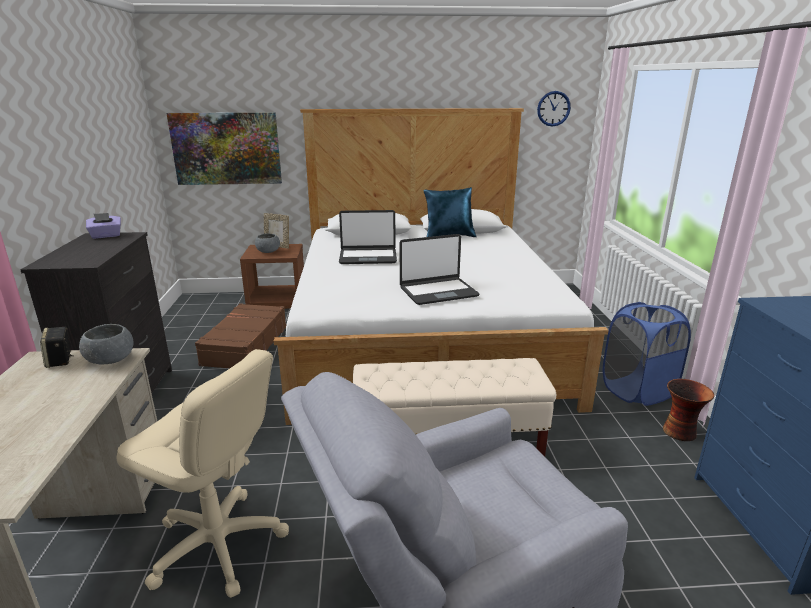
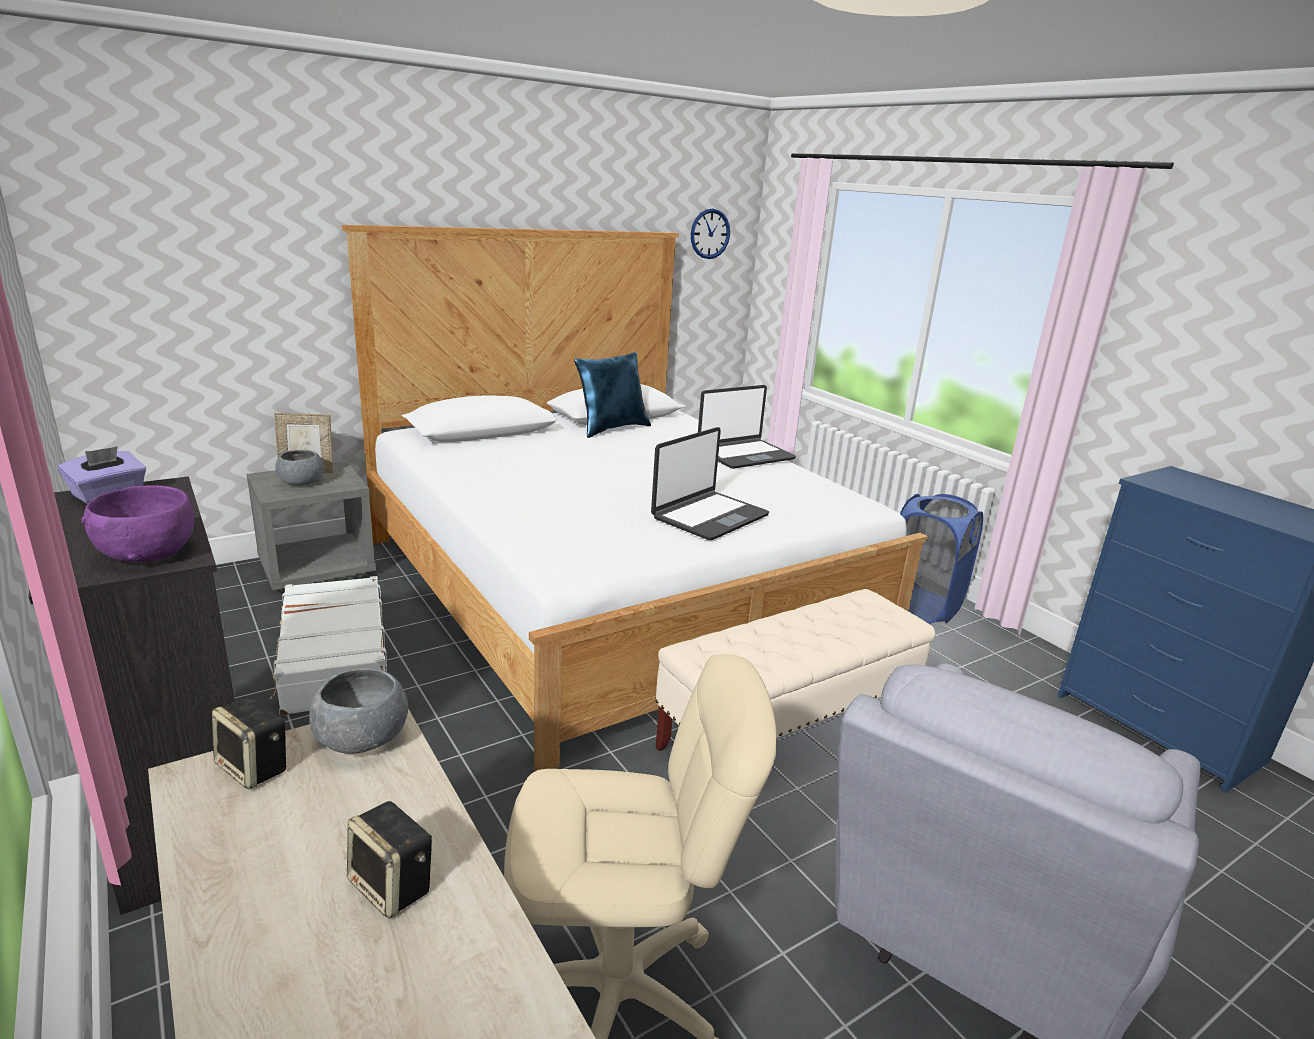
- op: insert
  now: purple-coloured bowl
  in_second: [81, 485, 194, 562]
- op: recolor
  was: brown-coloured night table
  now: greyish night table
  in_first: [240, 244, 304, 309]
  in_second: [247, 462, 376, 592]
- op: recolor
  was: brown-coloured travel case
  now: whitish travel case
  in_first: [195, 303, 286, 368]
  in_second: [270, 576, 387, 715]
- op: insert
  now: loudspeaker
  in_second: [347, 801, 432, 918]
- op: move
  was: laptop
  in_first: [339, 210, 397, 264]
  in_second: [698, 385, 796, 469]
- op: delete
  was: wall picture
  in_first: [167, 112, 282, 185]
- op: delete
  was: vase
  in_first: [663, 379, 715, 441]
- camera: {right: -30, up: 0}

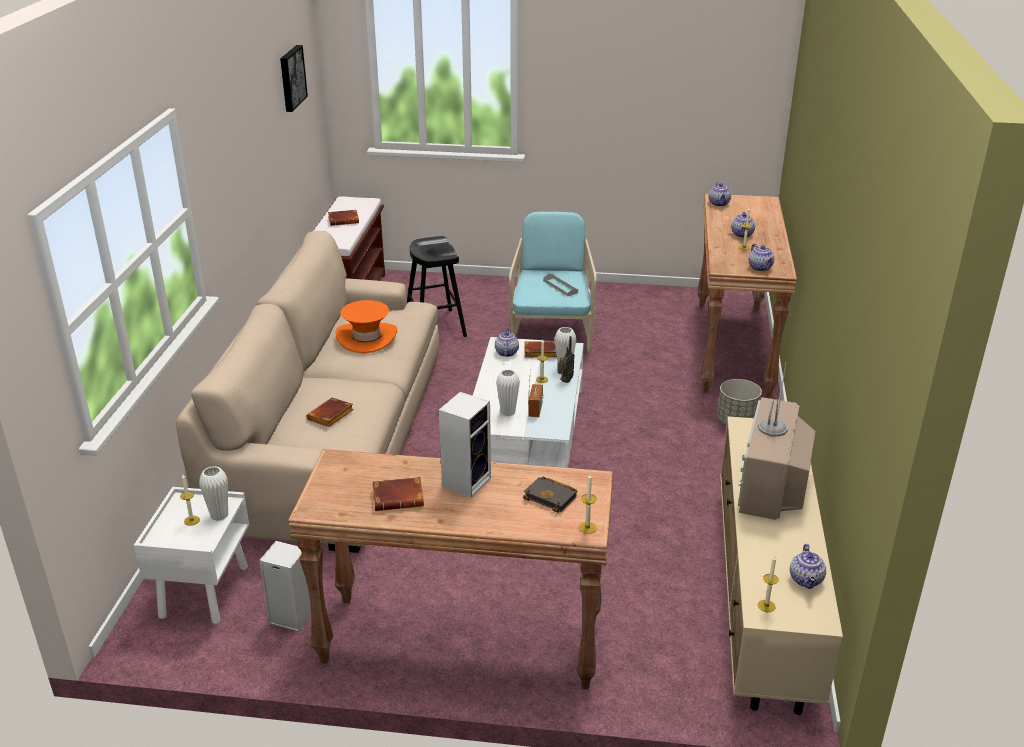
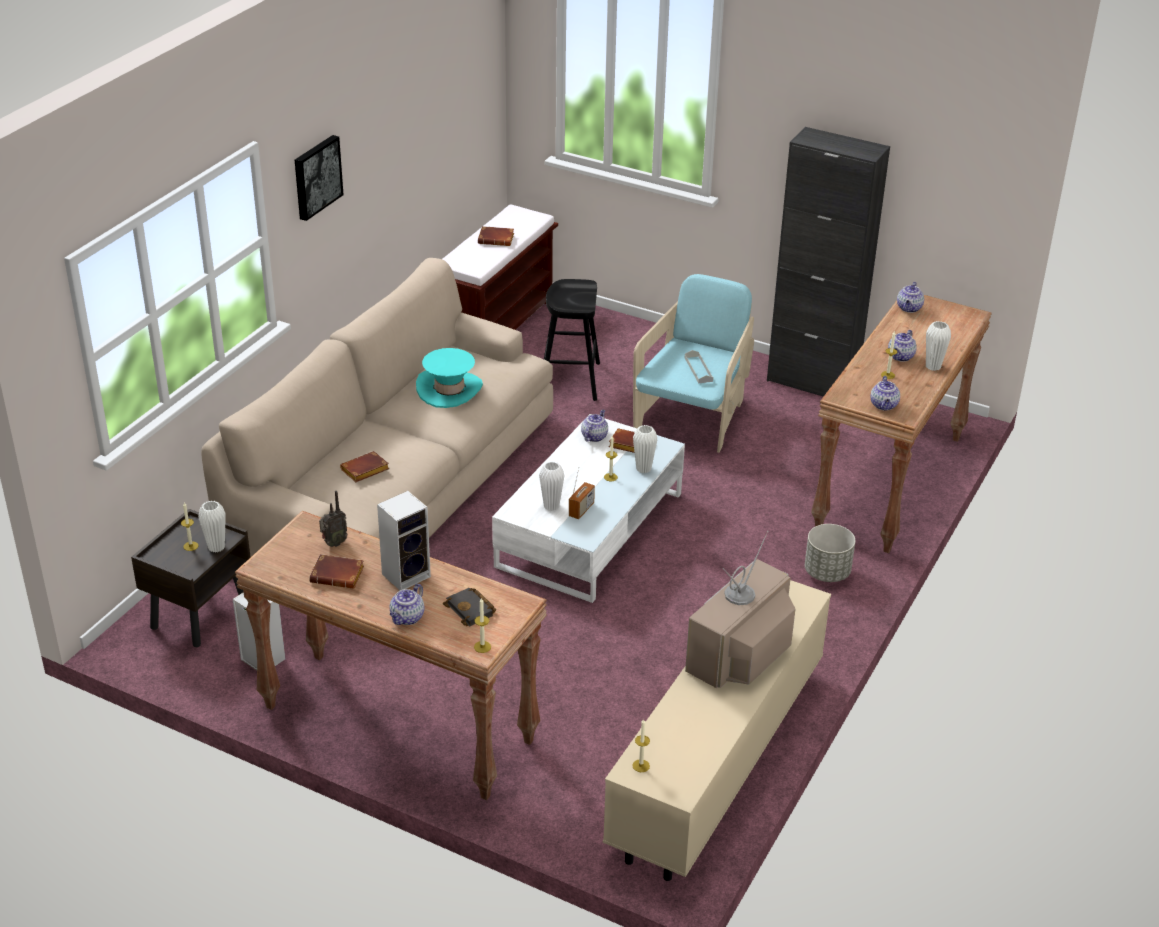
- op: recolor
  was: whitish night table
  now: brown-coloured night table
  in_first: [134, 487, 249, 624]
  in_second: [131, 509, 251, 647]
- op: move
  was: wall picture
  in_first: [280, 45, 308, 112]
  in_second: [295, 135, 344, 221]
- op: move
  was: radio
  in_first: [557, 336, 574, 383]
  in_second: [319, 491, 348, 547]
- op: move
  was: tea pot
  in_first: [790, 544, 826, 589]
  in_second: [390, 584, 425, 625]
- op: recolor
  was: orangey clothing hat
  now: blue-green clothing hat
  in_first: [335, 300, 397, 354]
  in_second: [416, 348, 483, 408]
- op: insert
  now: blackish storage cabinet
  in_second: [767, 127, 890, 397]
- op: insert
  now: whitish vase
  in_second: [926, 321, 951, 371]
- camera: {right: 20, up: 5}

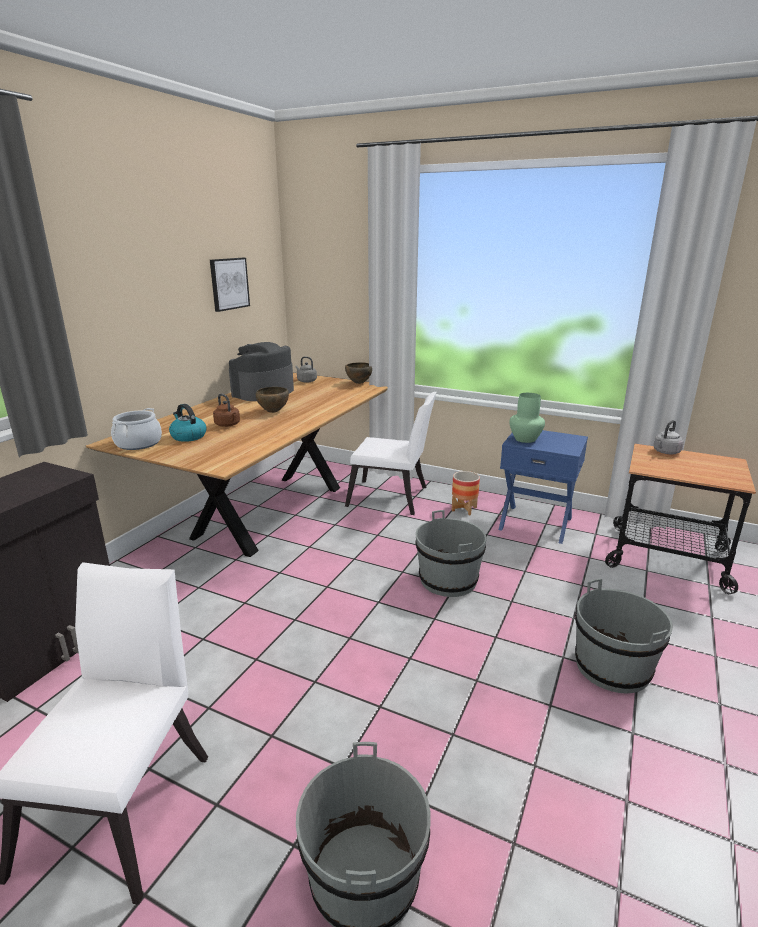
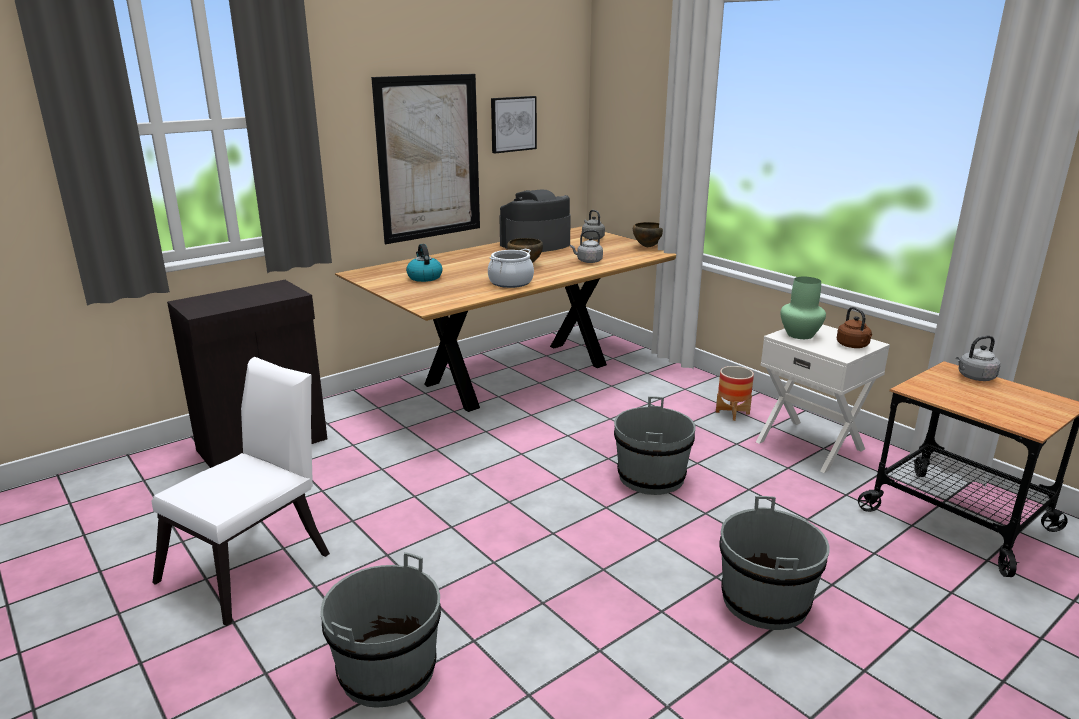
- op: insert
  now: wall picture
  in_second: [371, 74, 480, 244]
- op: move
  was: cooking pot
  in_first: [111, 408, 162, 450]
  in_second: [488, 249, 534, 288]
- op: insert
  now: greyish kettle
  in_second: [570, 230, 603, 263]
- op: recolor
  was: bluish night table
  now: whitish night table
  in_first: [499, 430, 588, 544]
  in_second: [756, 324, 890, 473]
- op: move
  was: brown-coloured kettle
  in_first: [213, 393, 240, 427]
  in_second: [836, 307, 872, 348]
- op: delete
  was: whitish upright chair
  in_first: [345, 392, 437, 515]
- camera: {right: 25, up: 0}

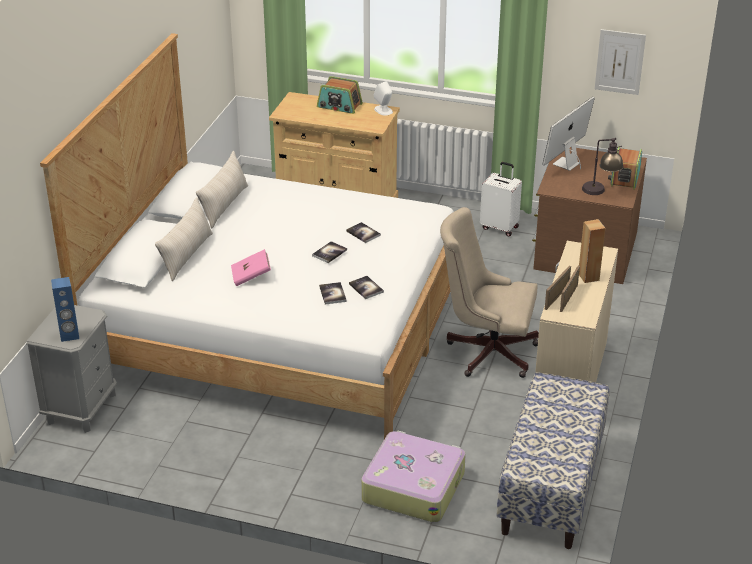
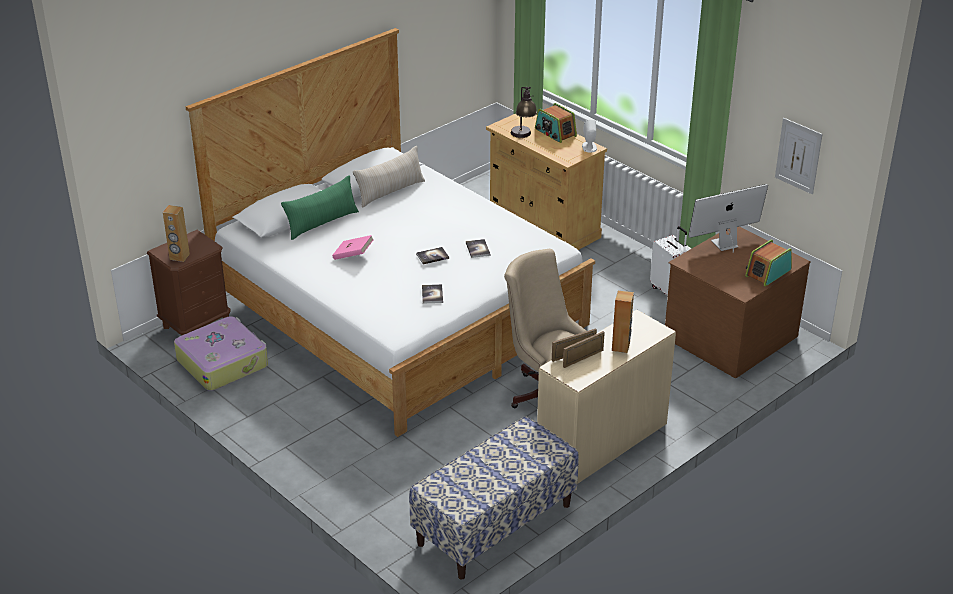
- op: recolor
  was: greyish night table
  now: brown-coloured night table
  in_first: [26, 305, 117, 433]
  in_second: [147, 230, 231, 336]
- op: recolor
  was: bluish loudspeaker
  now: brown-coloured loudspeaker
  in_first: [51, 277, 79, 342]
  in_second: [163, 205, 190, 262]
- op: move
  was: travel case
  in_first: [361, 430, 466, 523]
  in_second: [174, 316, 268, 391]
- op: recolor
  was: beige cushion
  now: green-coloured cushion
  in_first: [155, 197, 213, 281]
  in_second: [281, 175, 359, 240]
- op: move
  was: lamp for a table
  in_first: [582, 137, 623, 195]
  in_second: [511, 87, 537, 138]
- op: delete
  was: book
  in_first: [319, 282, 347, 305]
- camera: {right: 30, up: 0}

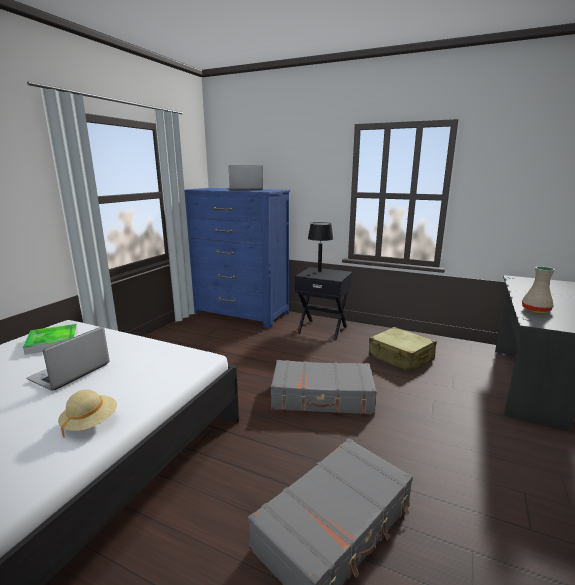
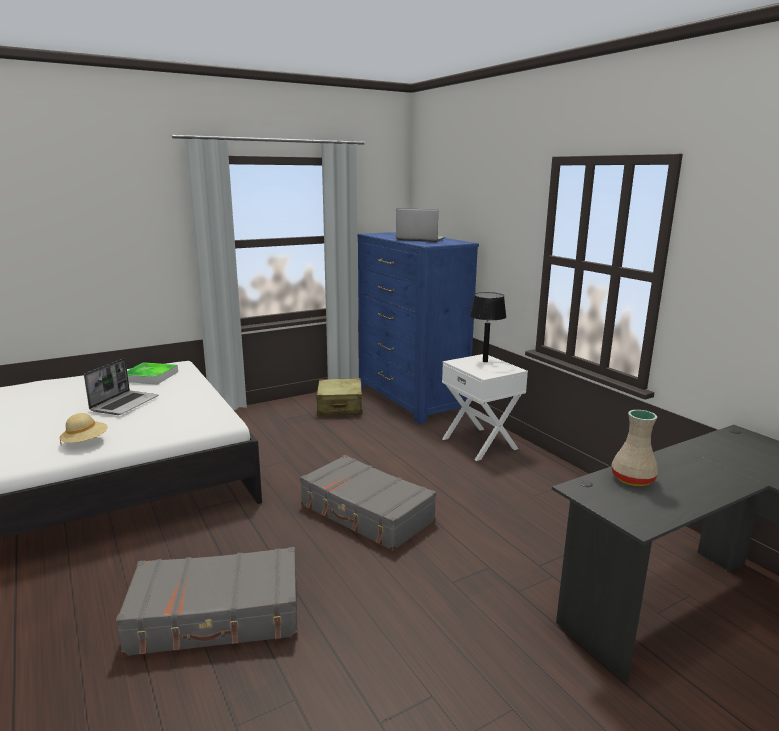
- op: rotate
  was: laptop
  in_first: [27, 326, 110, 391]
  in_second: [84, 358, 159, 415]
  clockwise: 135
- op: move
  was: beige travel case
  in_first: [369, 327, 437, 373]
  in_second: [316, 378, 363, 416]
- op: recolor
  was: blackish night table
  now: whitish night table
  in_first: [295, 267, 352, 340]
  in_second: [442, 354, 528, 461]
- camera: {right: 35, up: 0}

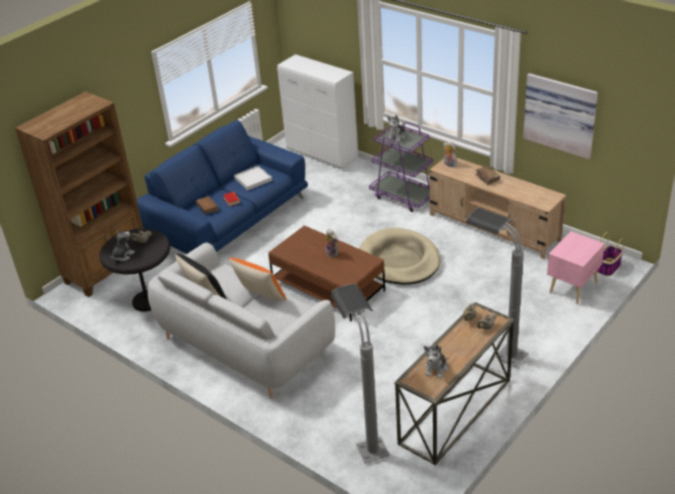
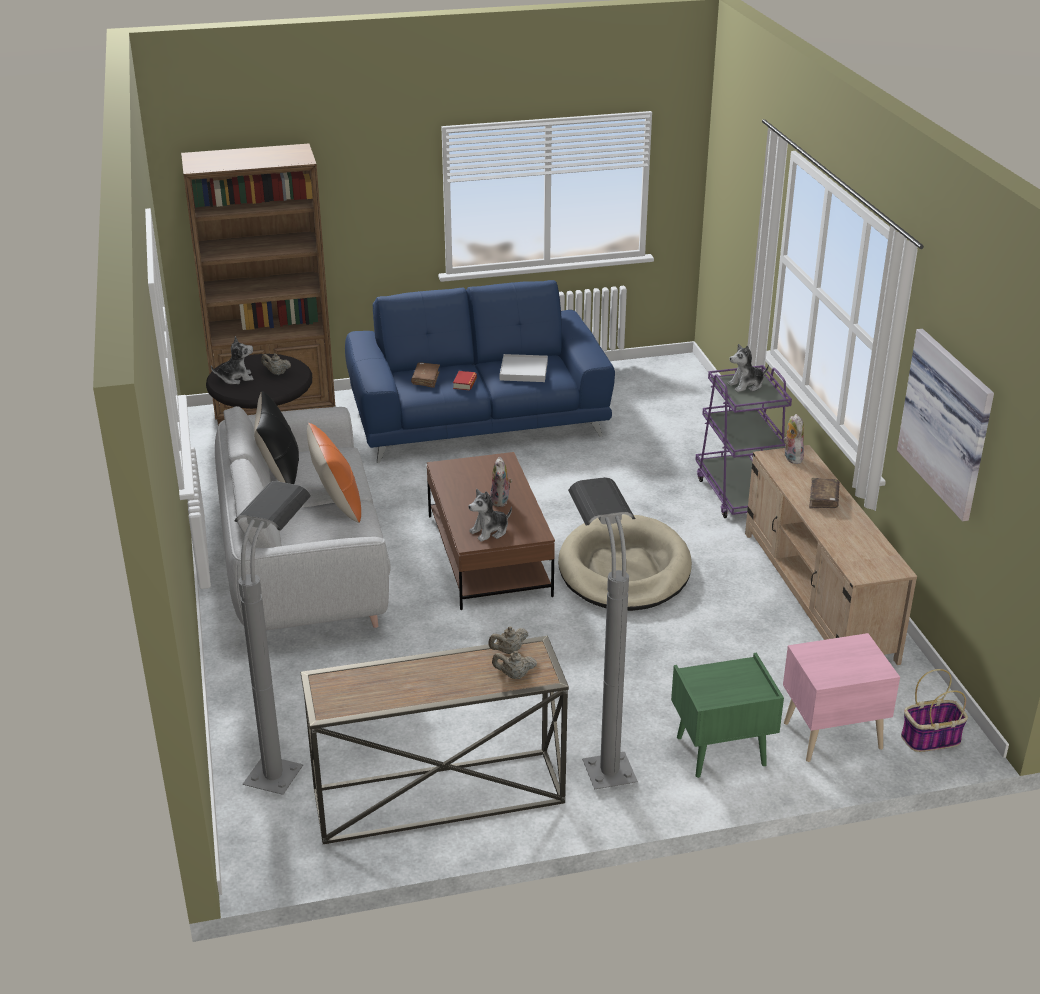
- op: move
  was: plush toy
  in_first: [424, 345, 448, 378]
  in_second: [469, 489, 512, 542]
- op: insert
  now: green-coloured night table
  in_second: [671, 653, 784, 778]
- op: delete
  was: whitish storage cabinet
  in_first: [277, 54, 358, 170]
- camera: {right: 35, up: -5}

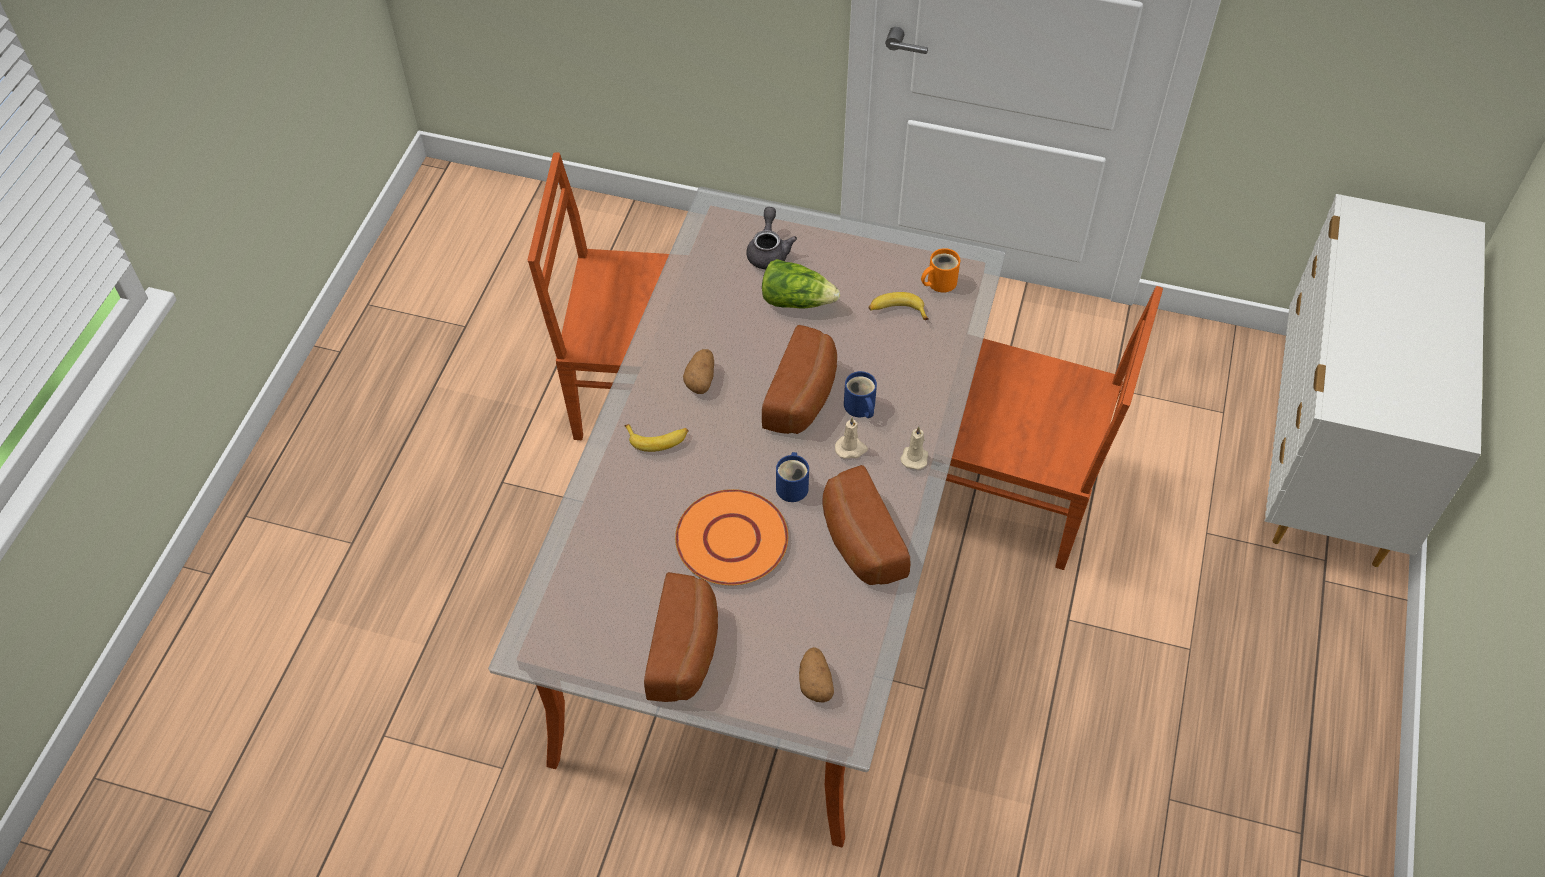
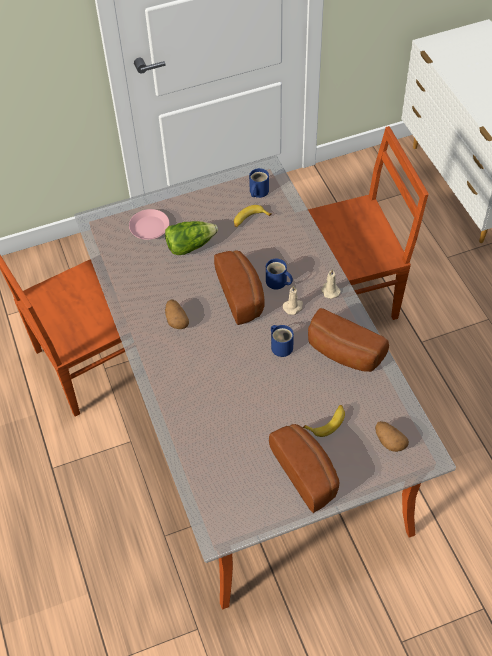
- op: replace
  was: greyish tea pot
  now: pinkish flat dish
  in_first: [746, 207, 797, 269]
  in_second: [129, 209, 169, 240]
- op: recolor
  was: orangey tea mug
  now: bluish tea mug
  in_first: [921, 248, 960, 293]
  in_second: [249, 168, 269, 198]
- op: move
  was: banana fruit
  in_first: [624, 424, 688, 452]
  in_second: [303, 405, 345, 437]
- op: delete
  was: orangey flat dish
  in_first: [675, 489, 788, 585]
- camera: {right: -35, up: 0}

